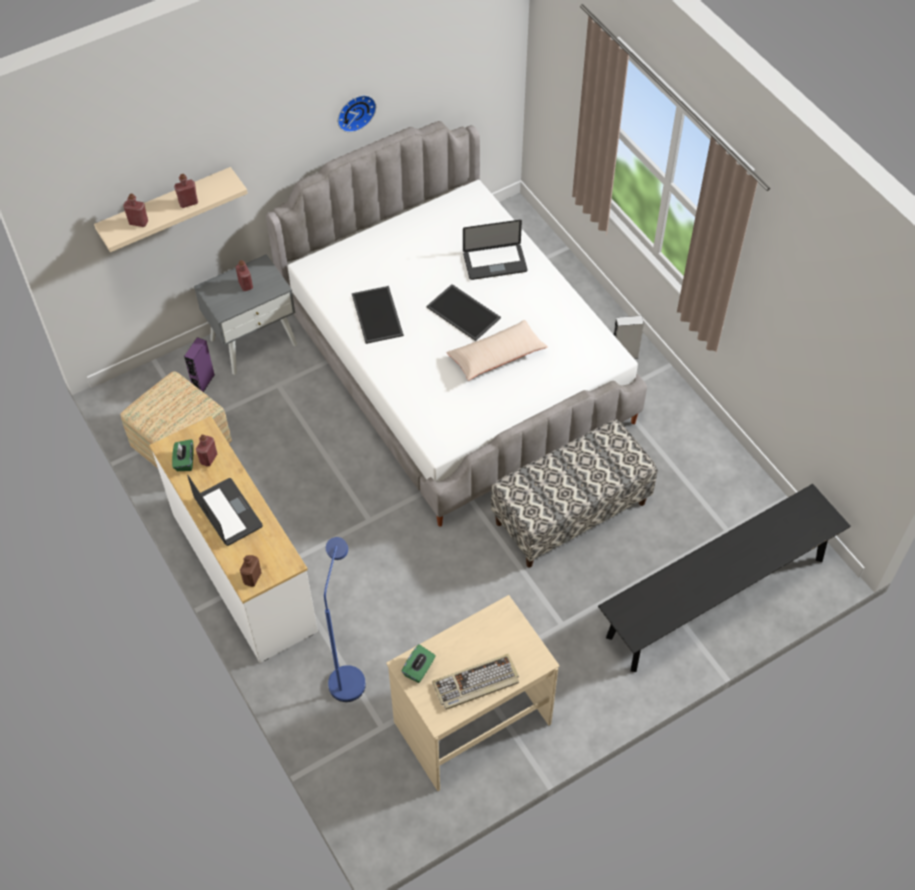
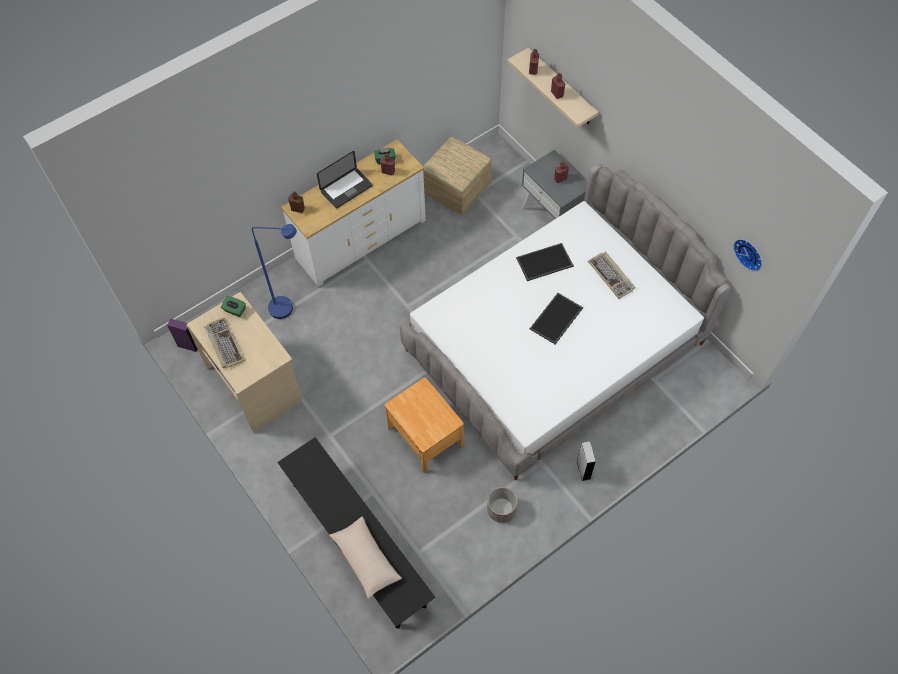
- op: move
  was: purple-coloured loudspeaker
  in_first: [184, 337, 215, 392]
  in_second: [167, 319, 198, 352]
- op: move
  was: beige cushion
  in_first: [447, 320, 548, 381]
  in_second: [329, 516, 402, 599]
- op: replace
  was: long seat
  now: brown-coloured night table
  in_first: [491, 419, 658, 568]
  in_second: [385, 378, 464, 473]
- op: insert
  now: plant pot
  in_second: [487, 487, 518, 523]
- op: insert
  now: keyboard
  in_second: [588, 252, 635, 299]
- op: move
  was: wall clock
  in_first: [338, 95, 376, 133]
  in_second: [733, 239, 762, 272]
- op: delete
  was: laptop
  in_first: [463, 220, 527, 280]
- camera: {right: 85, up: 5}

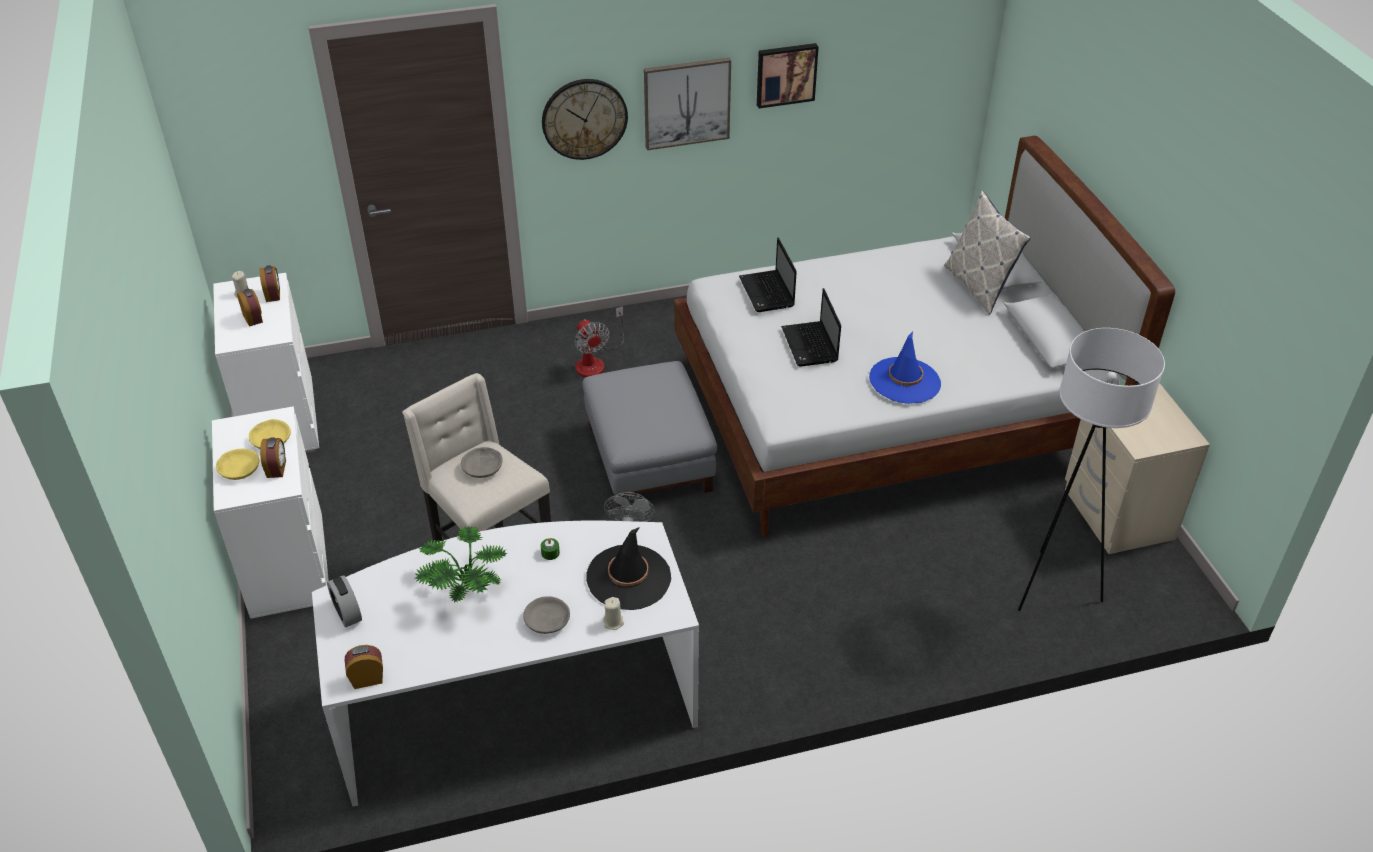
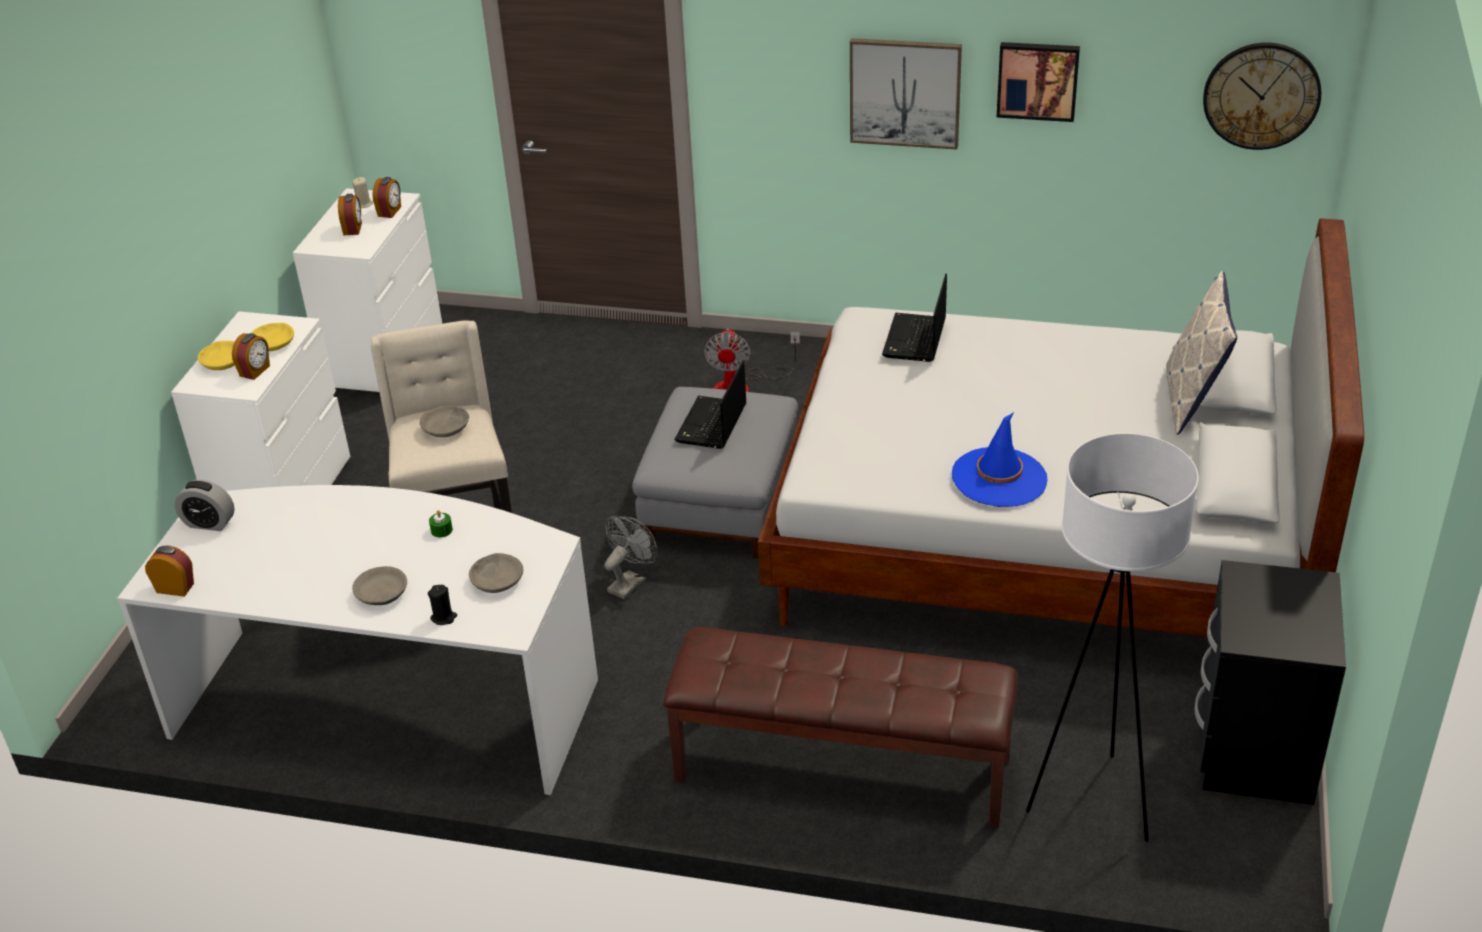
- op: rotate
  was: bedside clock
  in_first: [327, 575, 362, 628]
  in_second: [174, 480, 235, 531]
  clockwise: -75
- op: recolor
  was: beige candle
  now: blackish candle
  in_first: [603, 597, 624, 630]
  in_second: [428, 585, 457, 625]
- op: replace
  was: blackish clothing hat
  now: greyish bowl
  in_first: [586, 527, 671, 610]
  in_second: [469, 553, 523, 593]
- op: insert
  now: brown-coloured long seat
  in_second: [663, 627, 1018, 828]
- op: move
  was: laptop
  in_first: [781, 288, 841, 367]
  in_second: [674, 360, 747, 449]
- op: recolor
  was: beige night table
  now: blackish night table
  in_first: [1065, 383, 1210, 554]
  in_second: [1195, 560, 1346, 805]
- op: move
  was: wall clock
  in_first: [542, 79, 628, 160]
  in_second: [1203, 43, 1321, 150]
- op: delete
  was: plant in a pot
  in_first: [415, 526, 507, 603]
- camera: {right: 30, up: -5}

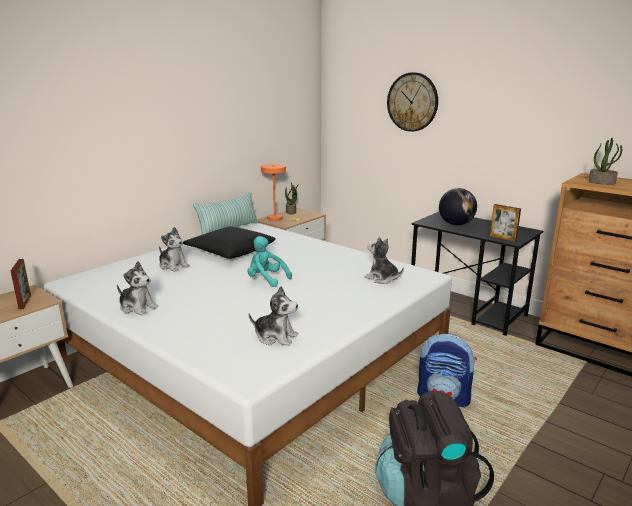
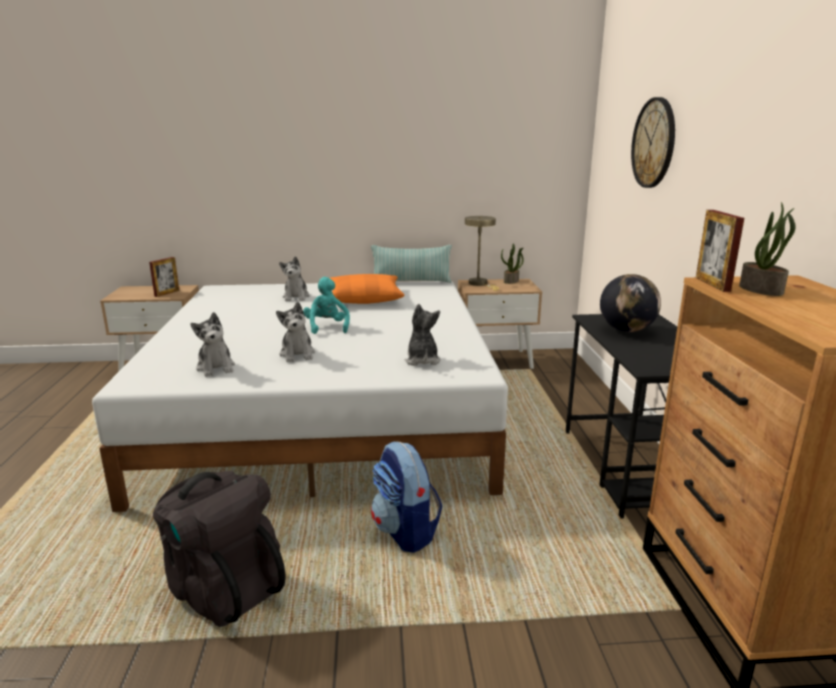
- op: move
  was: plush toy
  in_first: [117, 261, 158, 315]
  in_second: [276, 302, 315, 362]
- op: recolor
  was: blackish cushion
  now: orangey cushion
  in_first: [183, 226, 276, 259]
  in_second: [330, 274, 405, 304]
- op: recolor
  was: orangey lamp for a table
  now: beige lamp for a table
  in_first: [261, 164, 301, 221]
  in_second: [465, 216, 499, 291]
- op: move
  was: photo frame
  in_first: [490, 204, 521, 242]
  in_second: [696, 210, 744, 292]
- camera: {right: 45, up: 0}

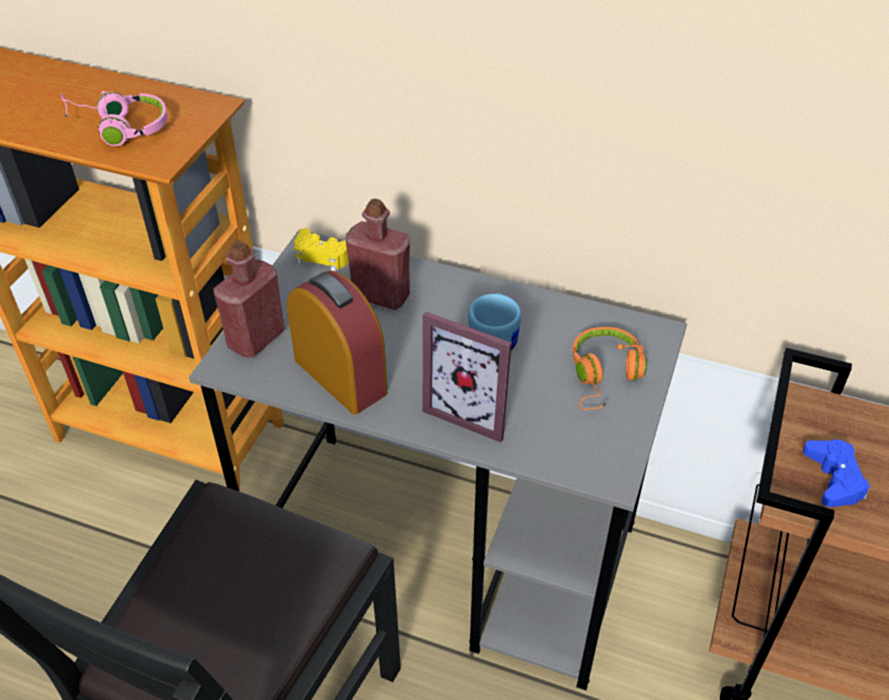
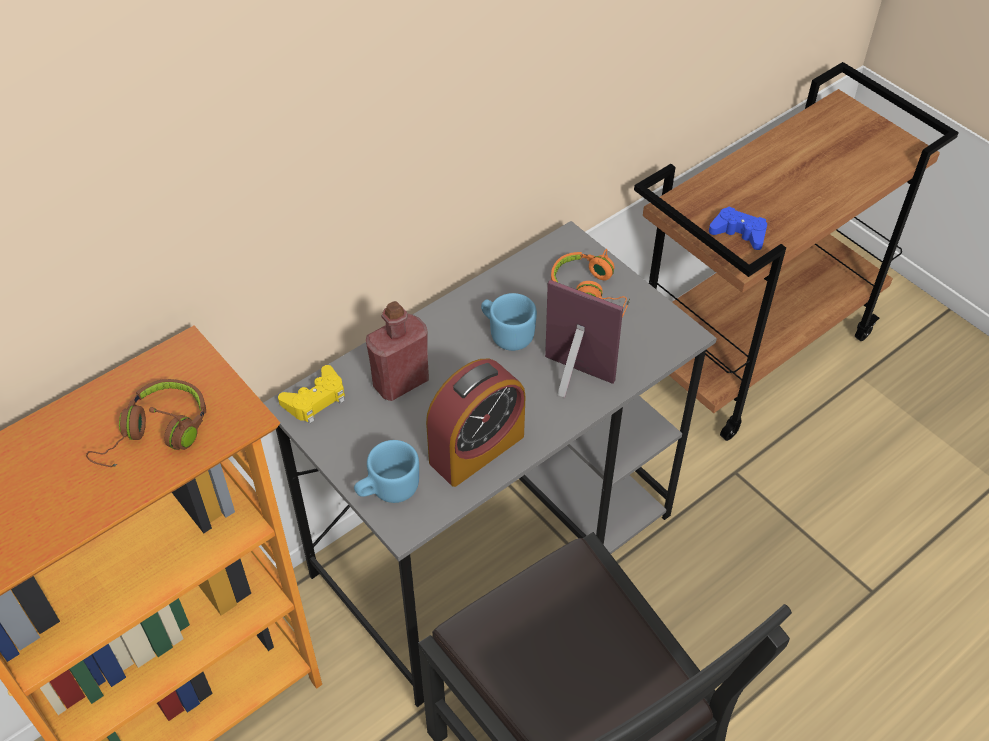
- op: recolor
  was: pinkish pair of headphones
  now: brown-coloured pair of headphones
  in_first: [61, 91, 167, 146]
  in_second: [86, 379, 206, 467]
- op: replace
  was: red-coloured bottle
  now: bluish tea mug
  in_first: [213, 241, 285, 358]
  in_second: [354, 440, 419, 503]
- op: rotate
  was: bedside clock
  in_first: [287, 271, 388, 415]
  in_second: [426, 359, 526, 487]
  clockwise: 150
- op: rotate
  was: photo frame
  in_first: [423, 312, 512, 443]
  in_second: [545, 280, 623, 398]
  clockwise: -120
- camera: {right: -60, up: 5}

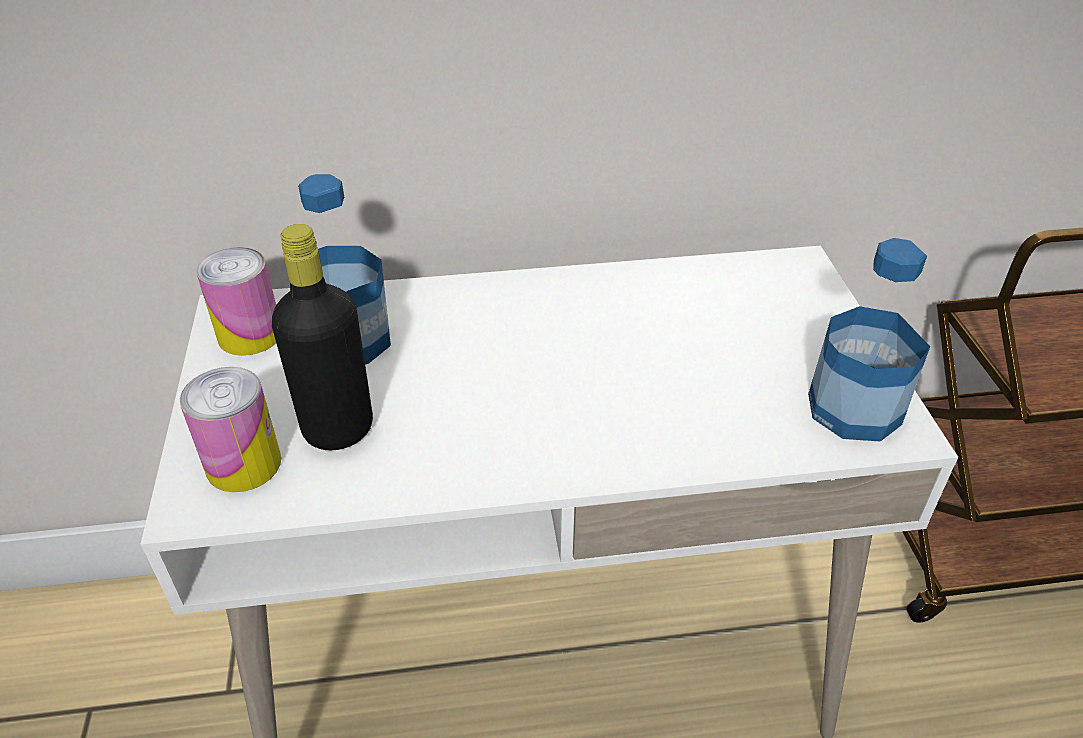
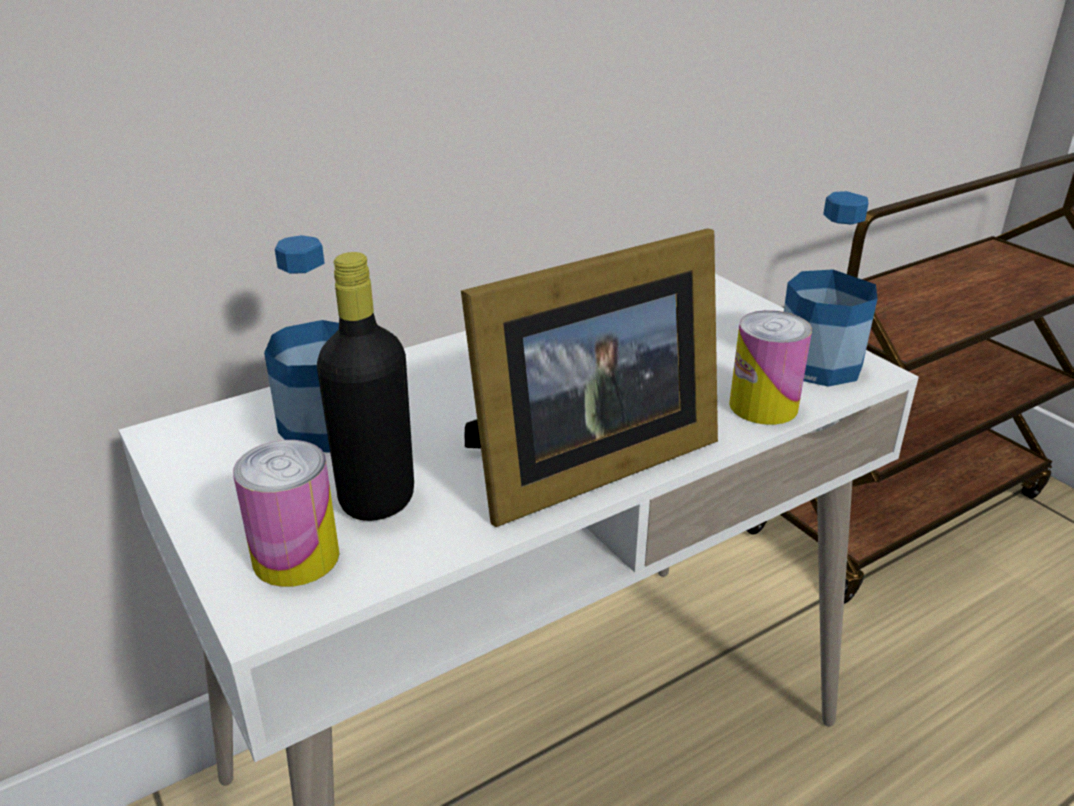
- op: insert
  now: photo frame
  in_second: [461, 228, 718, 527]
- op: move
  was: sealed can
  in_first: [196, 247, 276, 356]
  in_second: [729, 310, 812, 425]
- camera: {right: -25, up: -10}

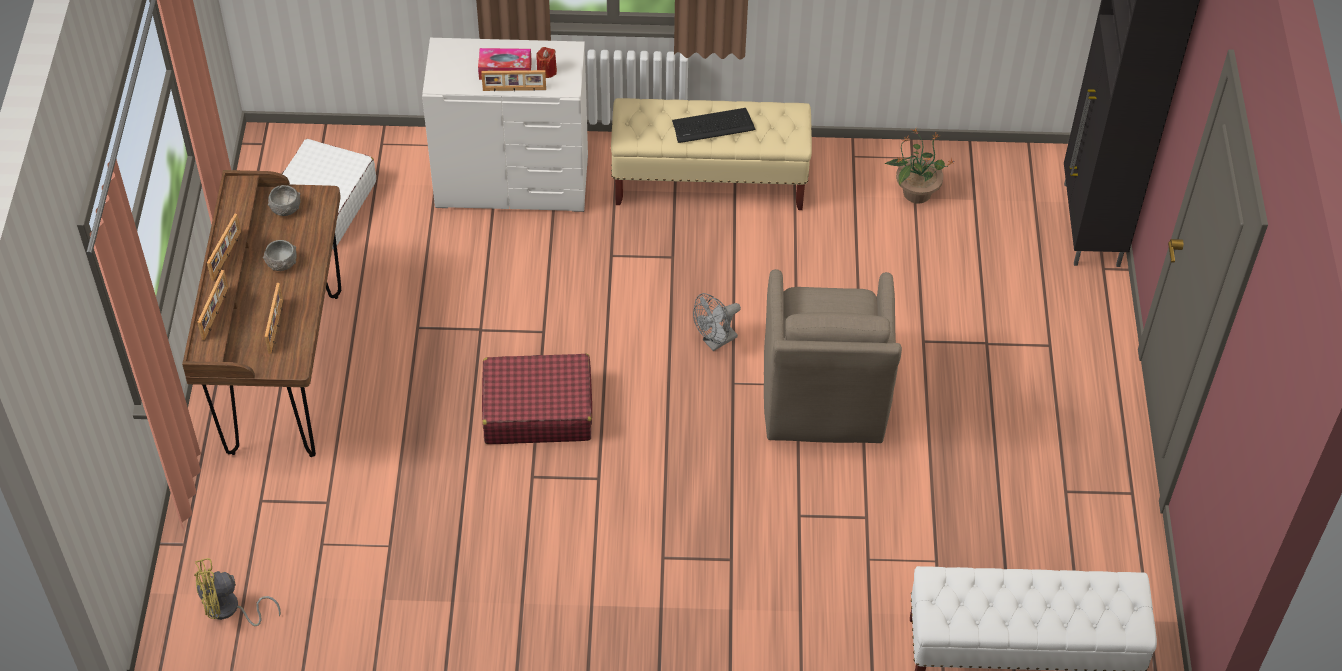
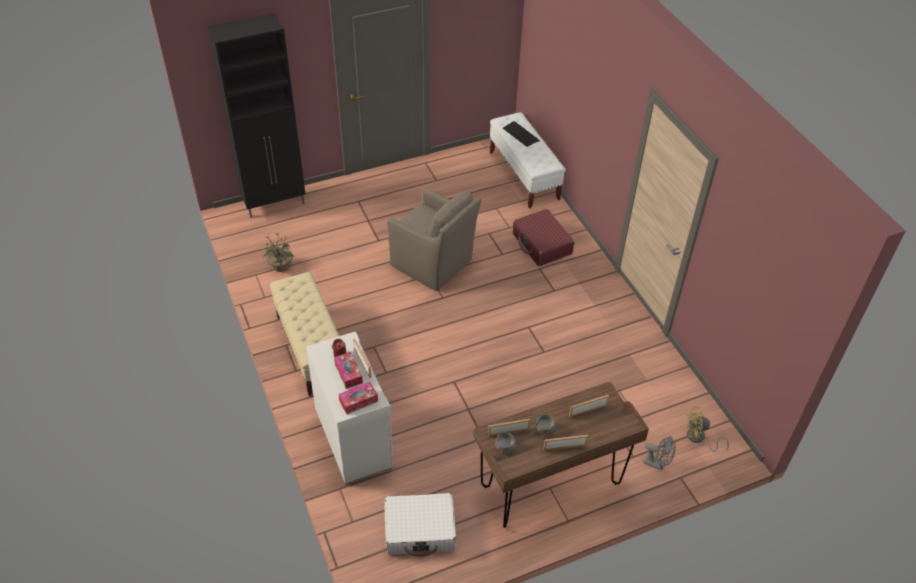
- op: insert
  now: tissue box
  in_second: [339, 382, 378, 414]
- op: rotate
  was: brown-coloured armchair
  in_first: [764, 269, 902, 443]
  in_second: [387, 188, 481, 291]
  clockwise: 60
- op: move
  was: photo frame
  in_first: [197, 270, 228, 340]
  in_second: [488, 419, 530, 437]
- op: move
  was: keyboard
  in_first: [672, 108, 756, 143]
  in_second: [503, 121, 540, 147]
- op: move
  was: red-coloured travel case
  in_first: [482, 354, 592, 444]
  in_second: [513, 209, 574, 266]
- op: move
  was: greyish electric fan
  in_first: [693, 293, 741, 351]
  in_second: [644, 436, 676, 471]
- op: rotate
  was: yellow electric fan
  in_first: [194, 558, 281, 626]
  in_second: [687, 407, 729, 452]
  clockwise: 135
- camera: {right: -115, up: -5}

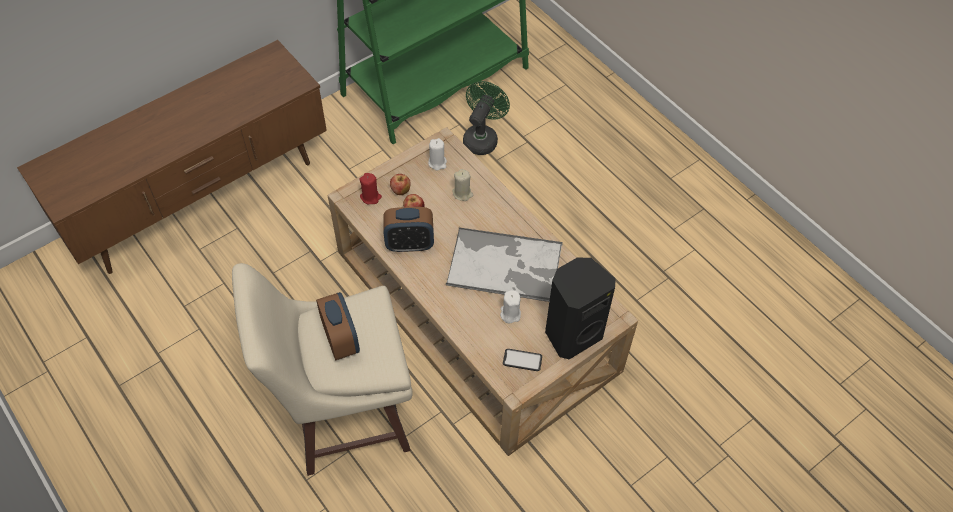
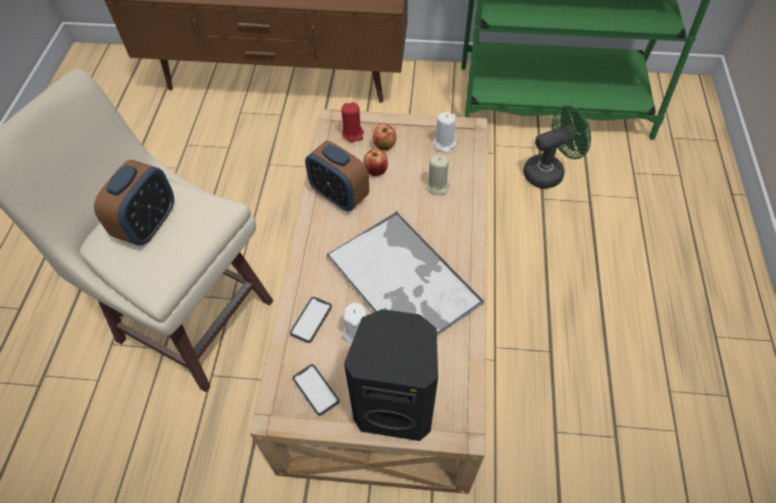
- op: insert
  now: handset
  in_second: [290, 297, 332, 343]
- camera: {right: 45, up: 0}

